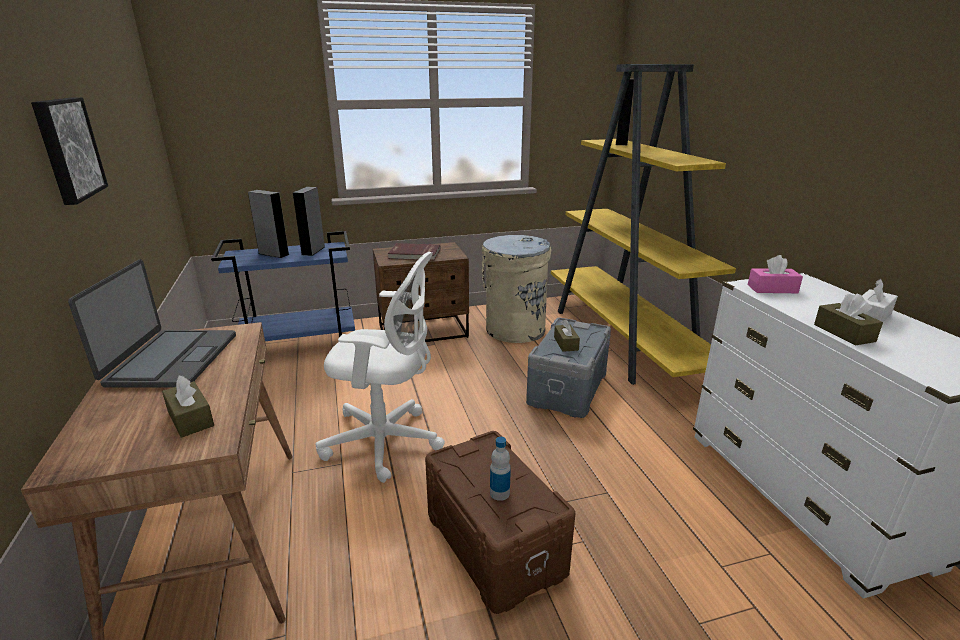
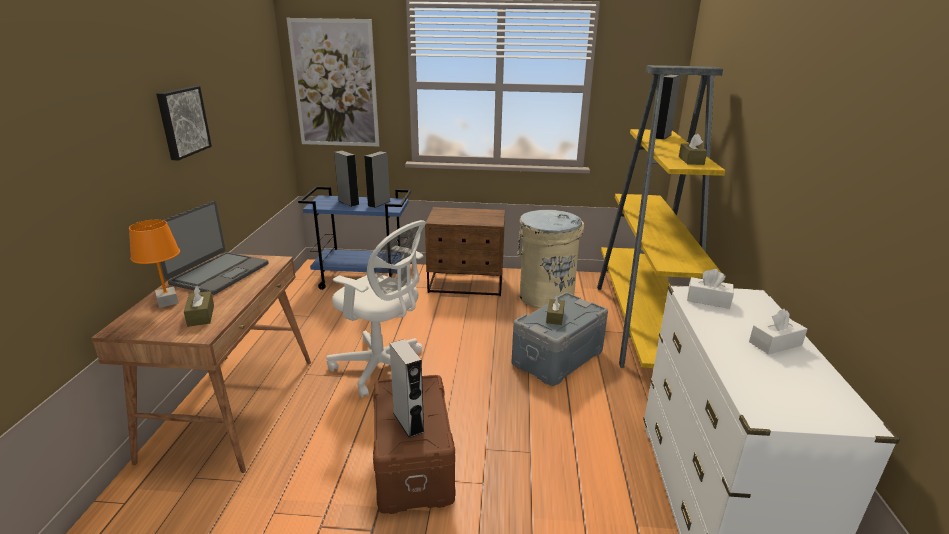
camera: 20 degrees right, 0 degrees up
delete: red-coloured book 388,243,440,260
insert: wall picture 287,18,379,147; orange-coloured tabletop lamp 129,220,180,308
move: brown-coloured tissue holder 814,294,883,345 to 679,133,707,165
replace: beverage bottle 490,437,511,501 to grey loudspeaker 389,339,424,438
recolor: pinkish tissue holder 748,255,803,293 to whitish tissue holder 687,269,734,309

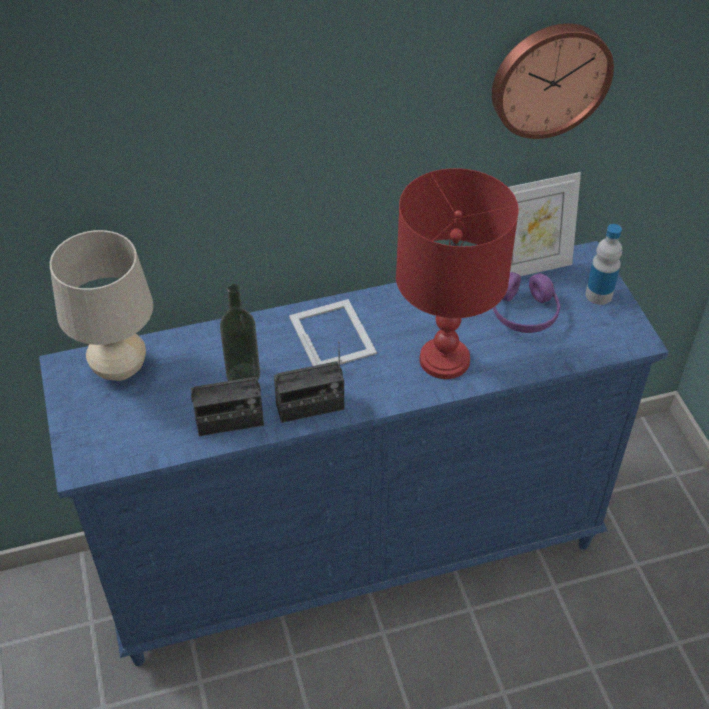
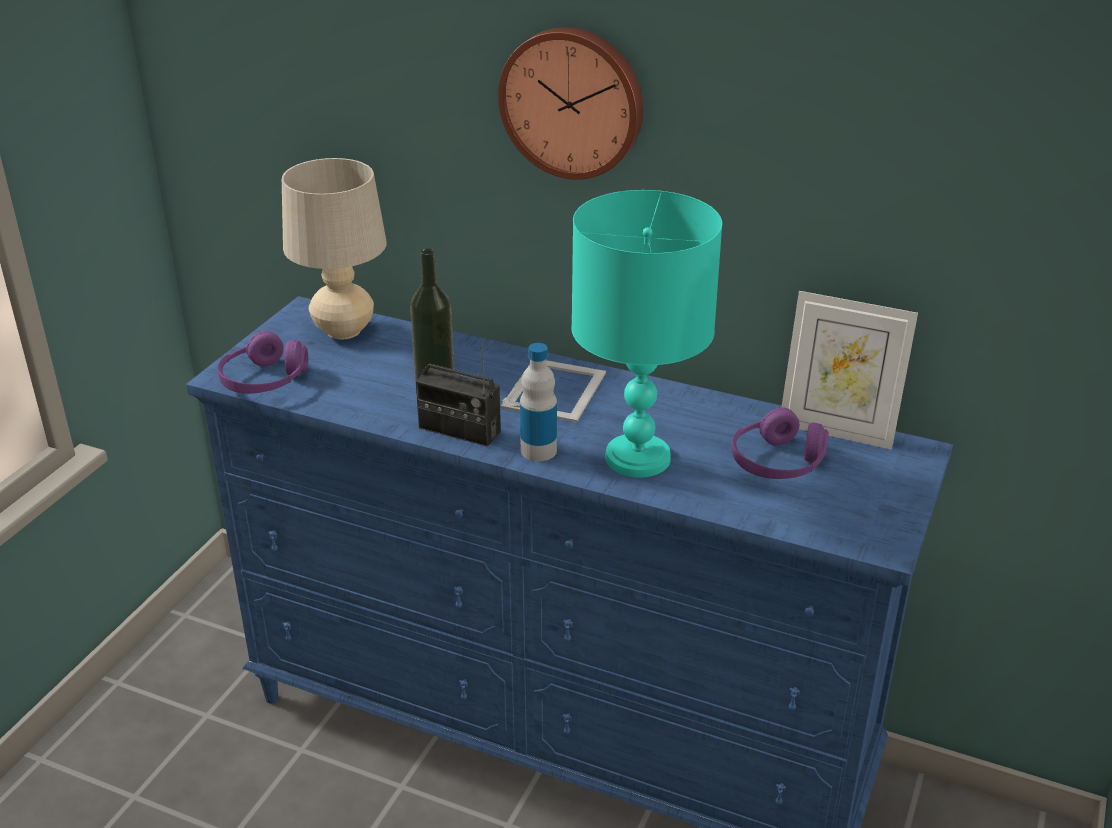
camera: 40 degrees right, 15 degrees down
delete: radio receiver 191,358,264,436
insert: purple headset 218,331,308,394
move: wall clock 492,23,614,139 to 498,27,643,180; beverage bottle 585,224,622,305 to 520,343,557,461
recolor: red-coloured tabletop lamp 396,168,519,379 to turquoise tabletop lamp 571,190,722,478

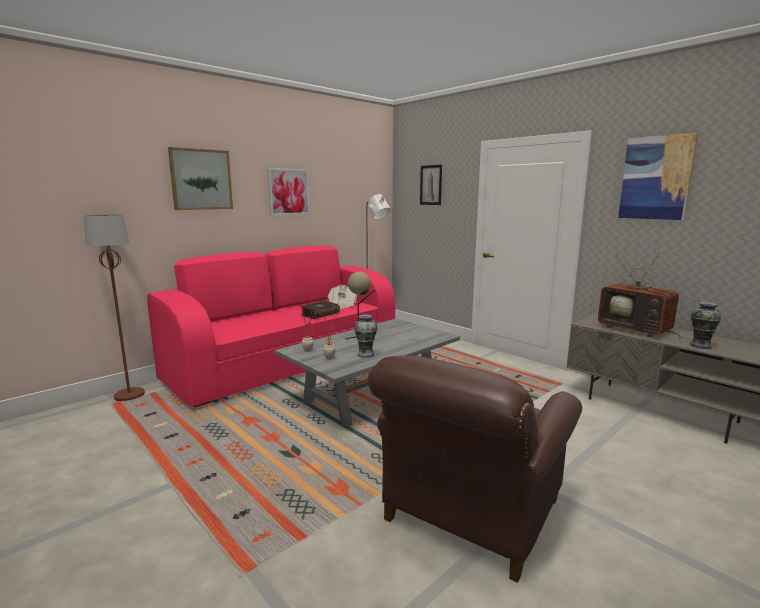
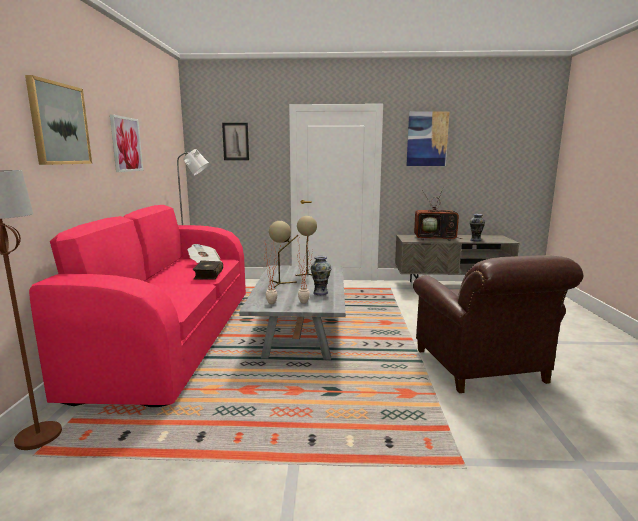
camera: 45 degrees left, 0 degrees up
insert: sand-coloured tabletop lamp 295,216,317,276

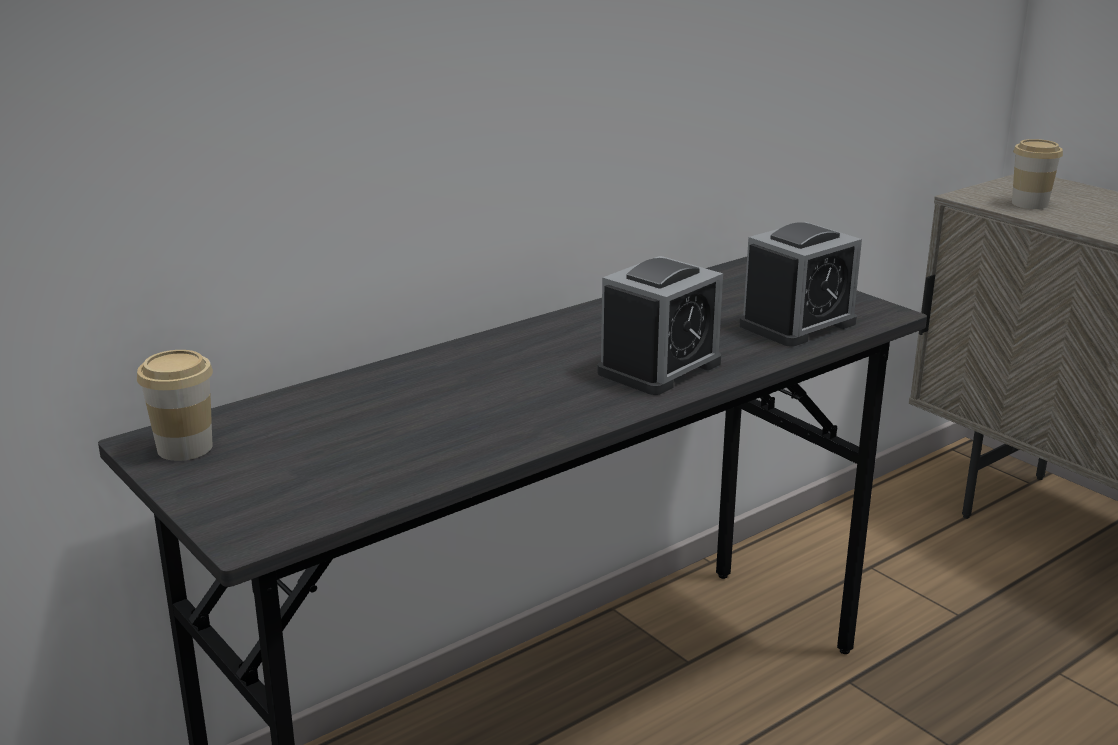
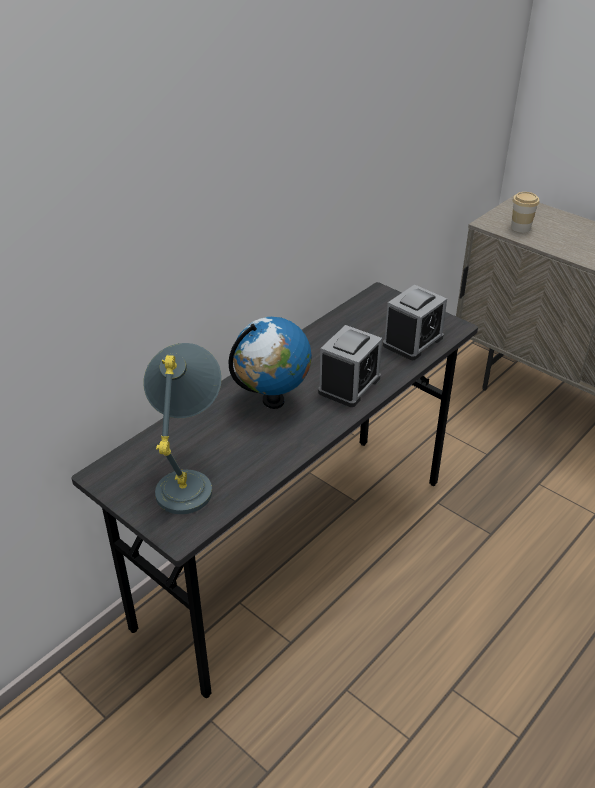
camera: 10 degrees left, 15 degrees up
delete: cup 137,350,213,461
insert: desk globe 229,317,312,409; grey tabletop lamp 143,343,222,514

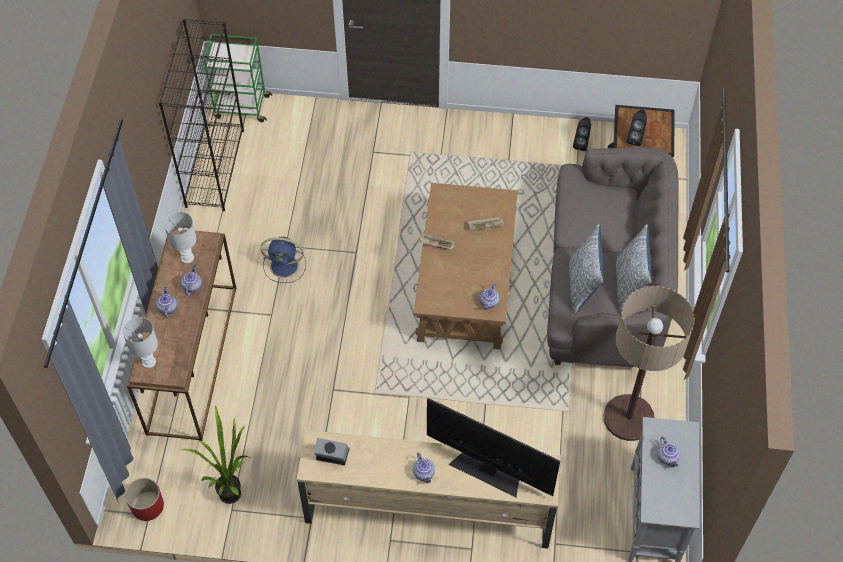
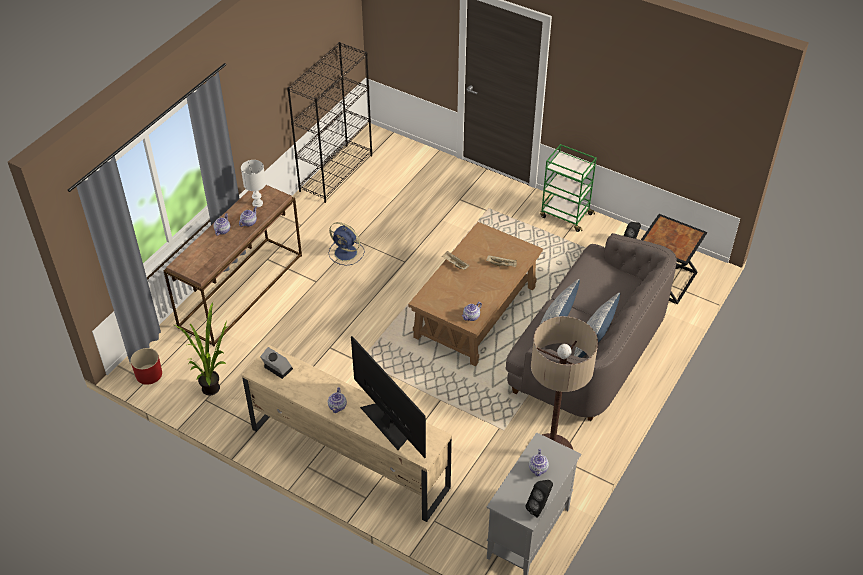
camera: 25 degrees right, 10 degrees down
delete: whitish tabletop lamp 123,317,158,368
move: greenish wheeled cart 204,34,272,122 to 540,144,597,232; black loudspeaker 627,110,647,146 to 525,480,553,518

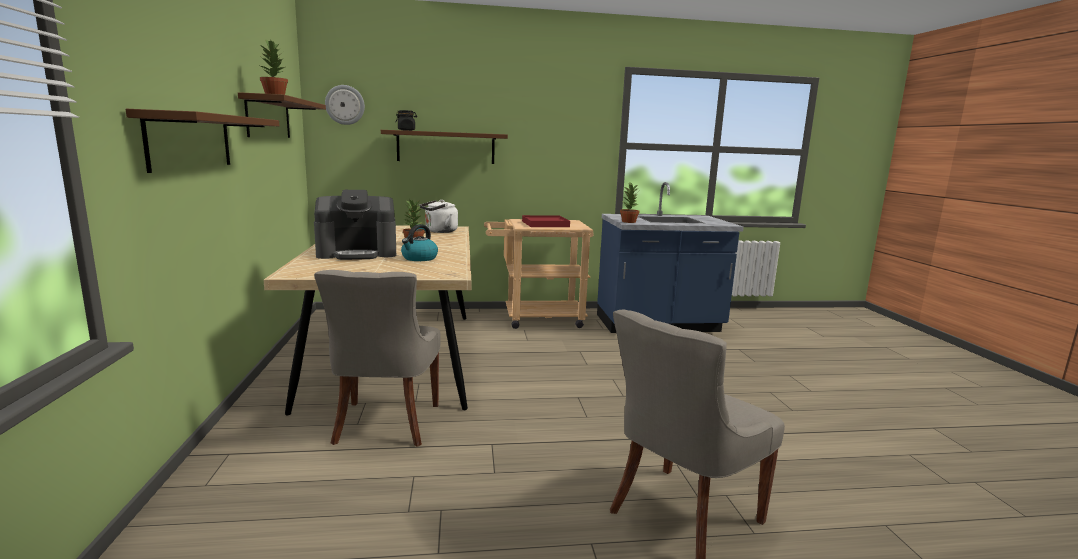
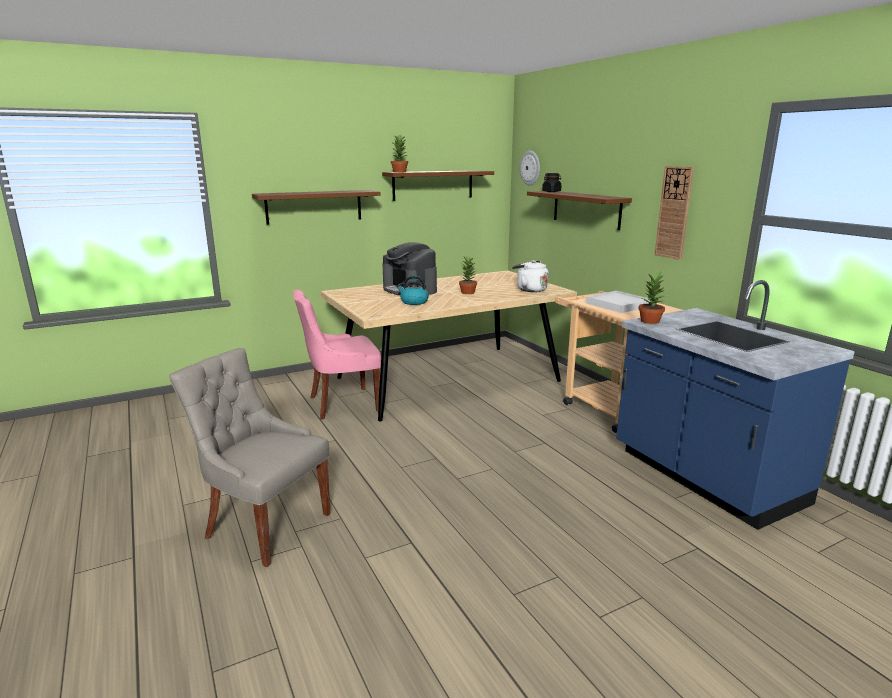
camera: 70 degrees right, 5 degrees up
insert: wall clock 654,166,694,260
recolor: red-coloured carrying tray 522,215,570,227 to whitish carrying tray 586,291,651,313; grey upright chair 314,270,441,447 to pinkish upright chair 293,290,381,420

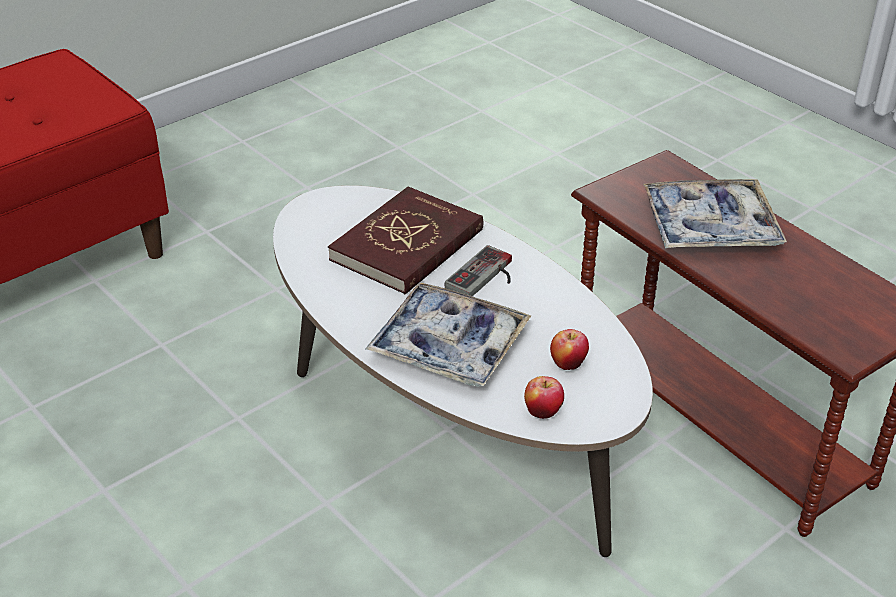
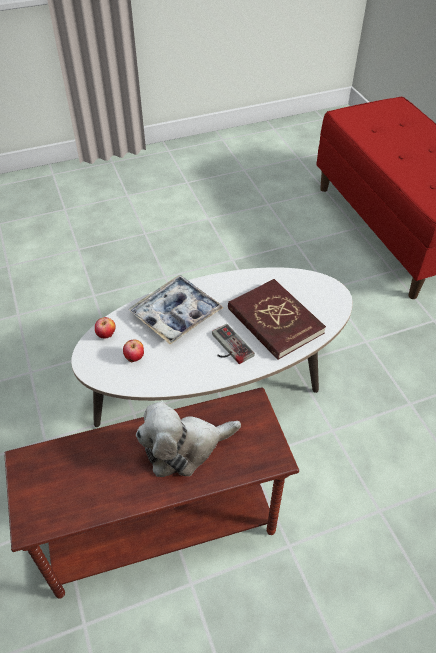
camera: 110 degrees right, 10 degrees up
replace: carrying tray 643,179,787,249 to soft toy 136,401,241,477

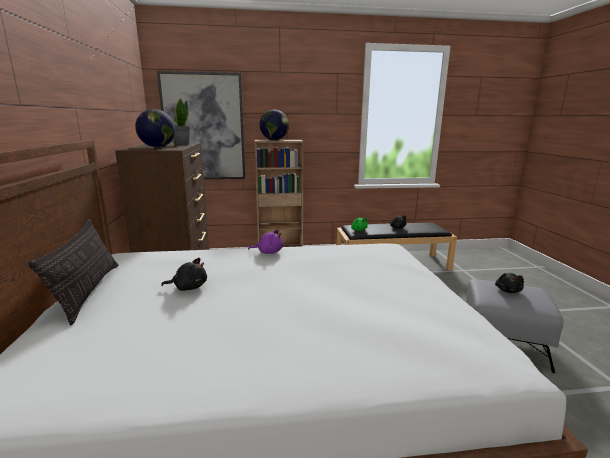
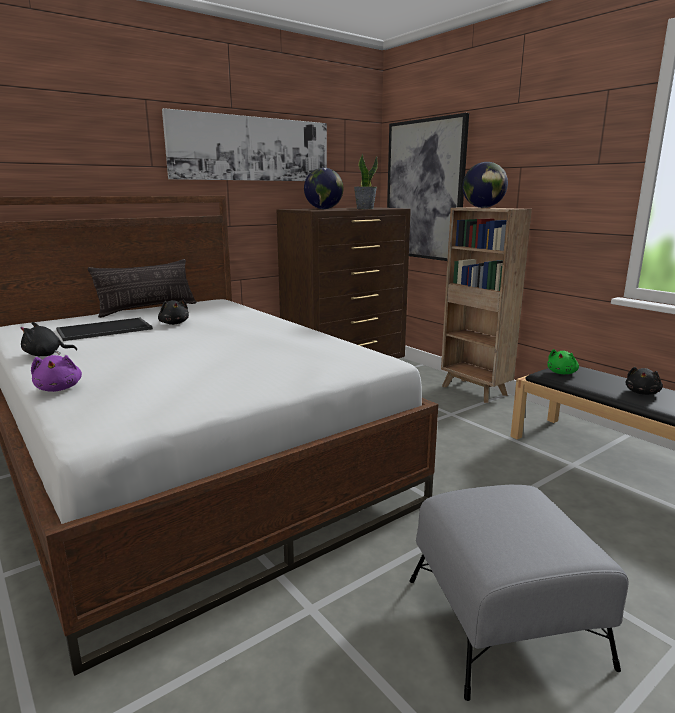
camera: 60 degrees right, 0 degrees up
insert: wall picture 162,108,327,181; carrying tray 56,318,153,341
move: purple soft toy 248,230,283,254 to 31,355,82,392; black soft toy 495,273,524,293 to 20,322,77,356

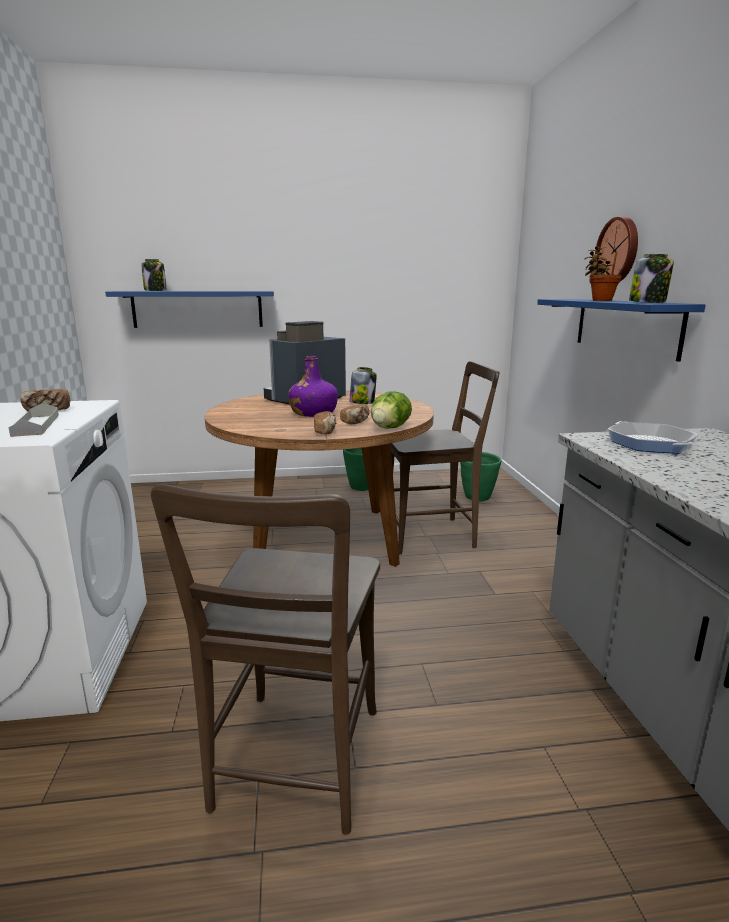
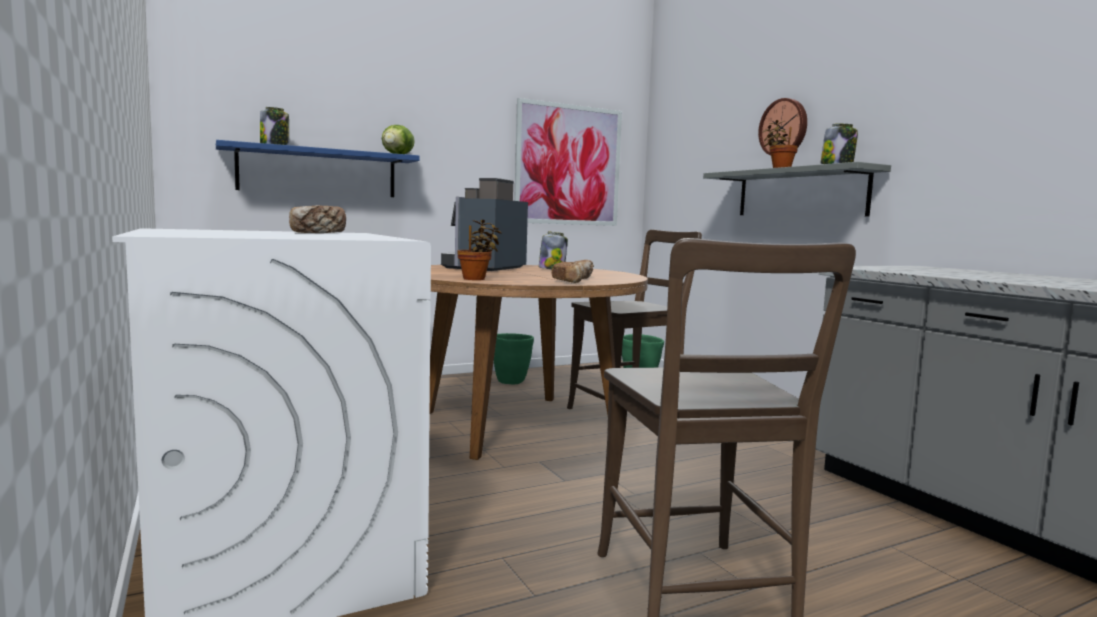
camera: 20 degrees left, 10 degrees down
delete: purple beverage bottle 288,356,338,417; grey carrying tray 9,403,59,437; frying pan 607,421,698,454
insert: wall picture 514,98,622,226; potted plant 457,220,502,280
move: lettuce head 371,391,412,429 to 382,125,415,154
recolor: bluish wall shelf 537,299,706,362 to grey wall shelf 703,162,891,216

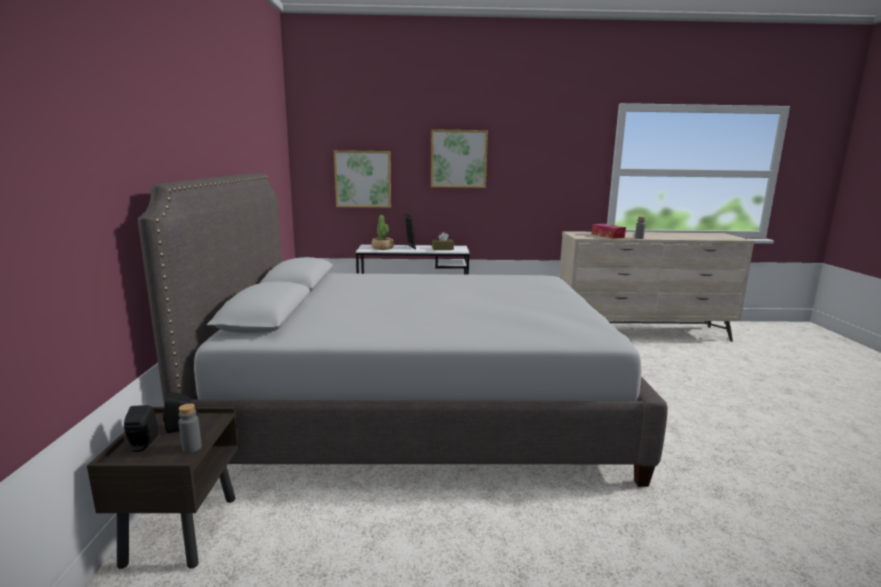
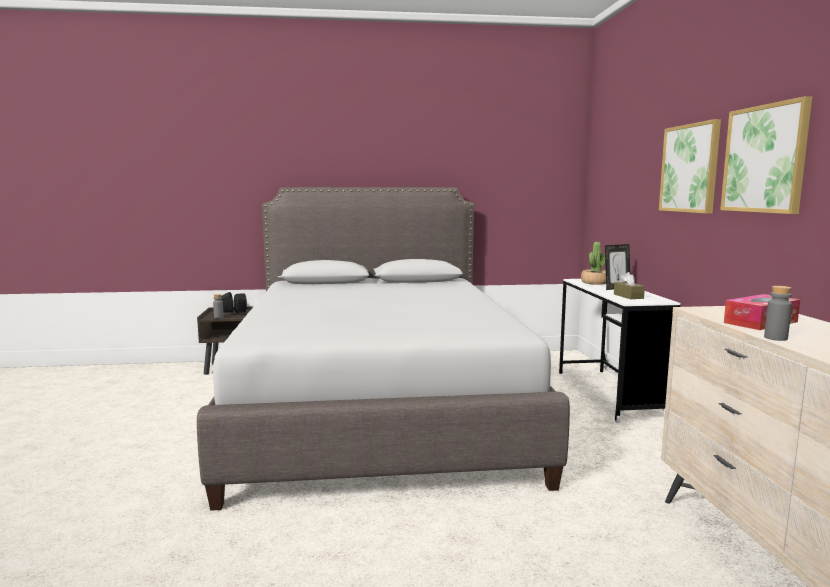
camera: 85 degrees right, 5 degrees down
move: wall picture 334,150,391,208 to 720,96,812,214

